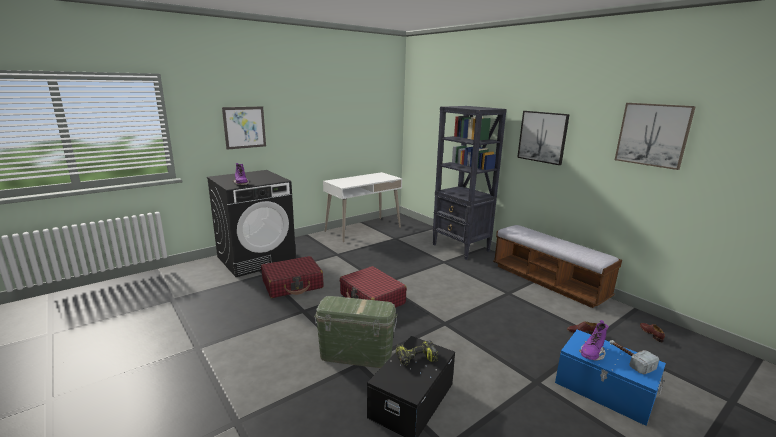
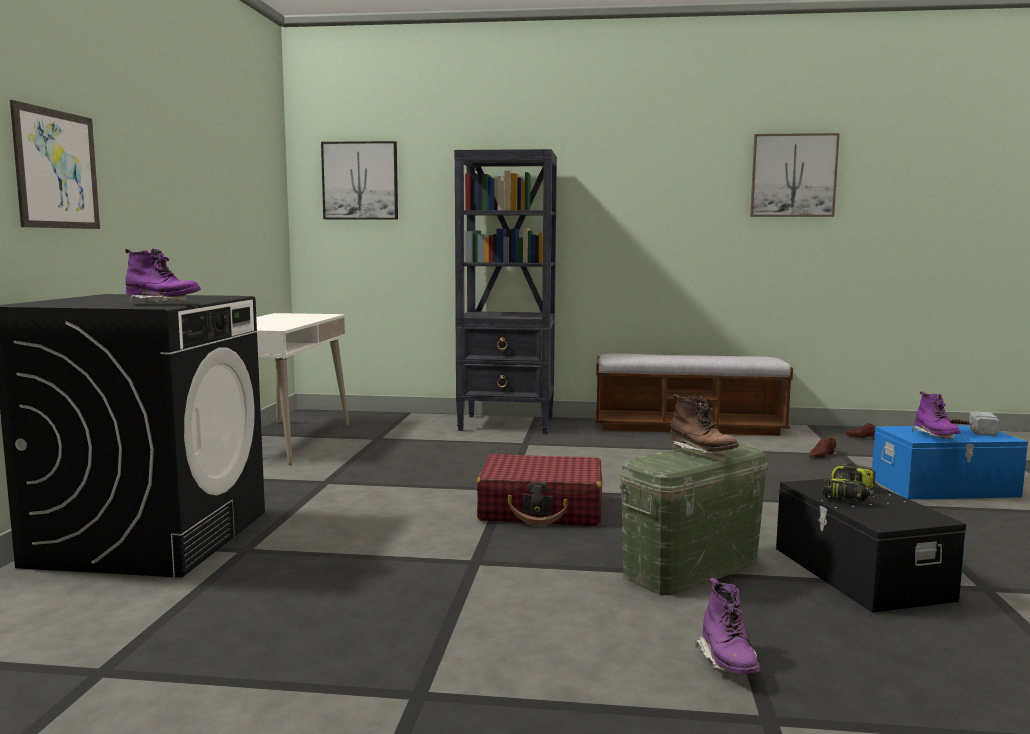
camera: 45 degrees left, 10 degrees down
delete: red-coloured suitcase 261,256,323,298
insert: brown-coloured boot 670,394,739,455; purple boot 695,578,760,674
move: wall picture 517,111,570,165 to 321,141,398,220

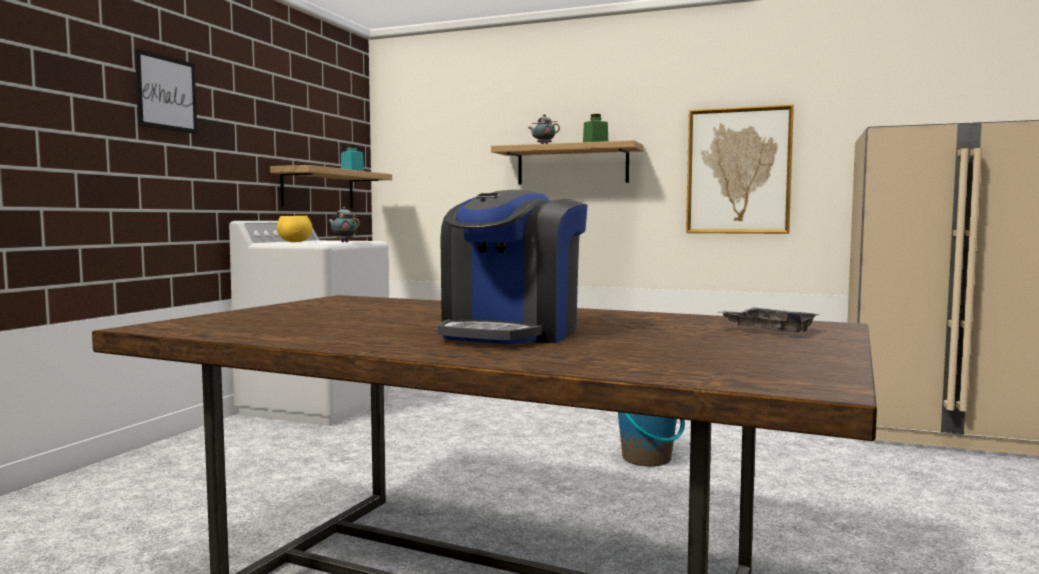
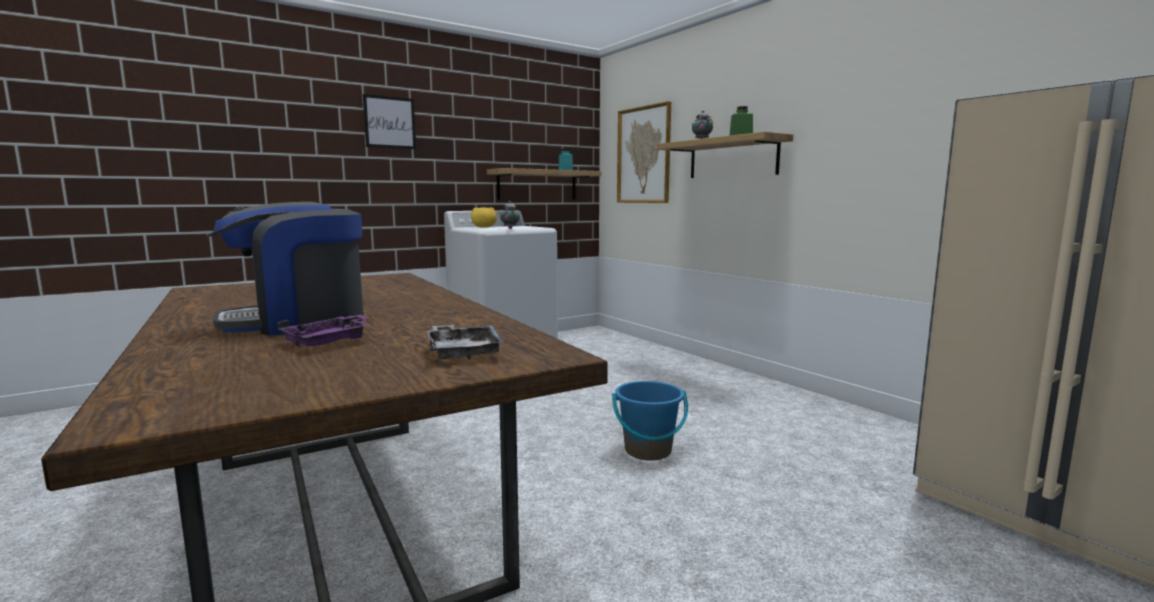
camera: 35 degrees right, 5 degrees up
insert: purple carrying tray 277,315,371,346
move: wall picture 686,104,794,234 to 617,101,671,203

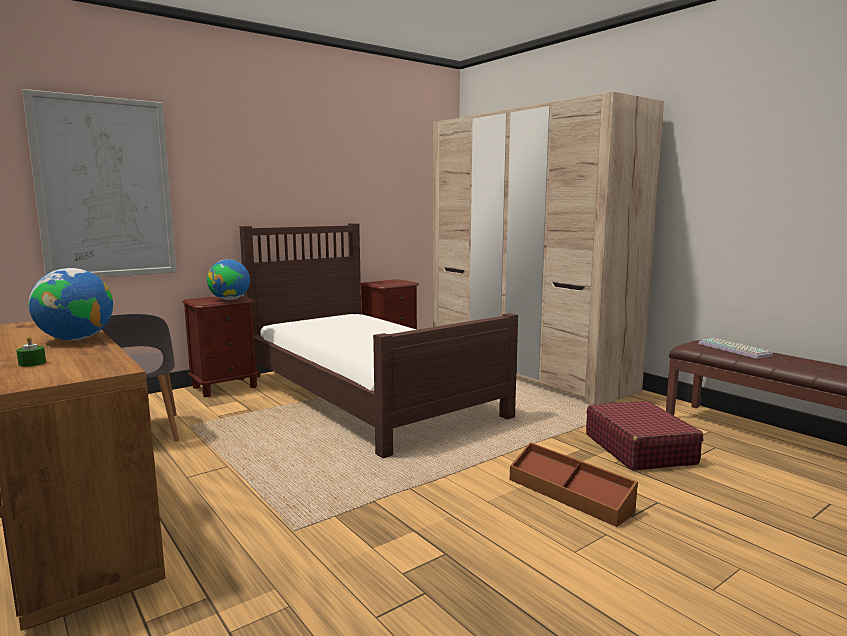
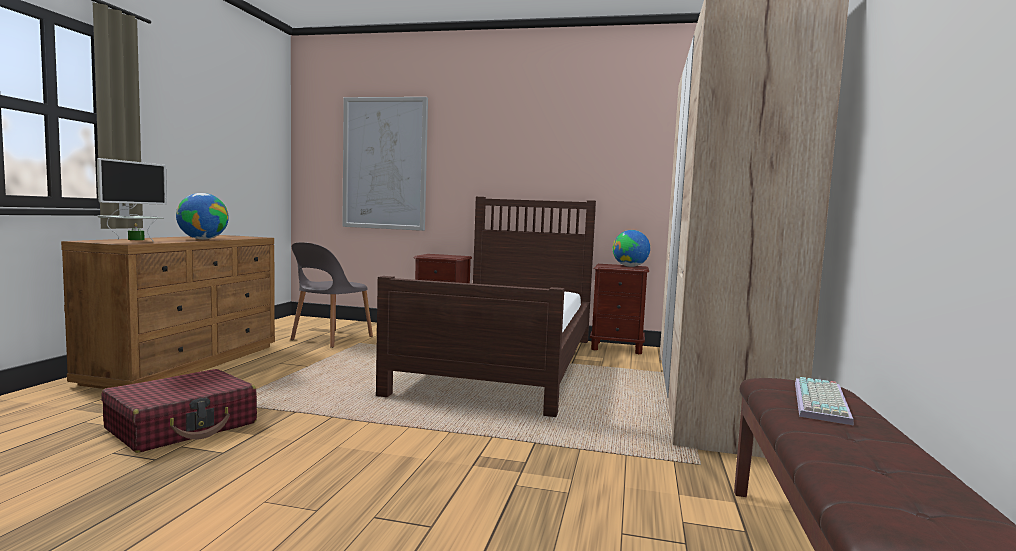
camera: 50 degrees right, 5 degrees down
delete: brown-coloured storage bin 510,442,638,527
insert: computer screen 97,158,167,241
move: desk globe 207,259,250,300 to 613,230,650,267; red-coloured suitcase 586,401,703,471 to 101,369,257,453

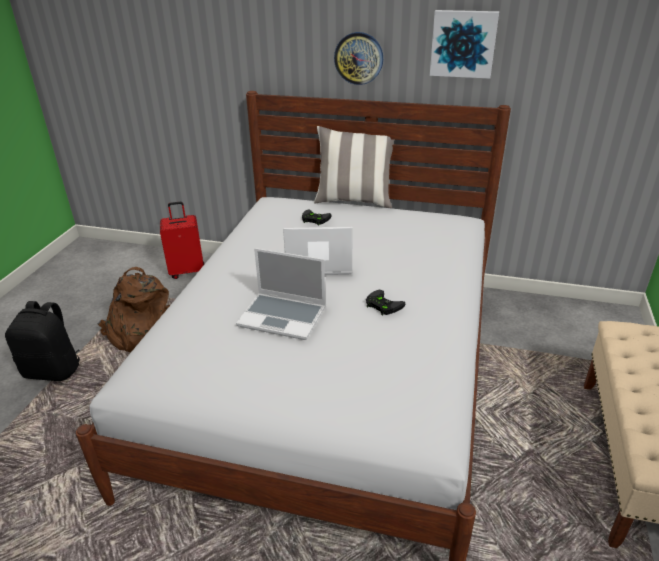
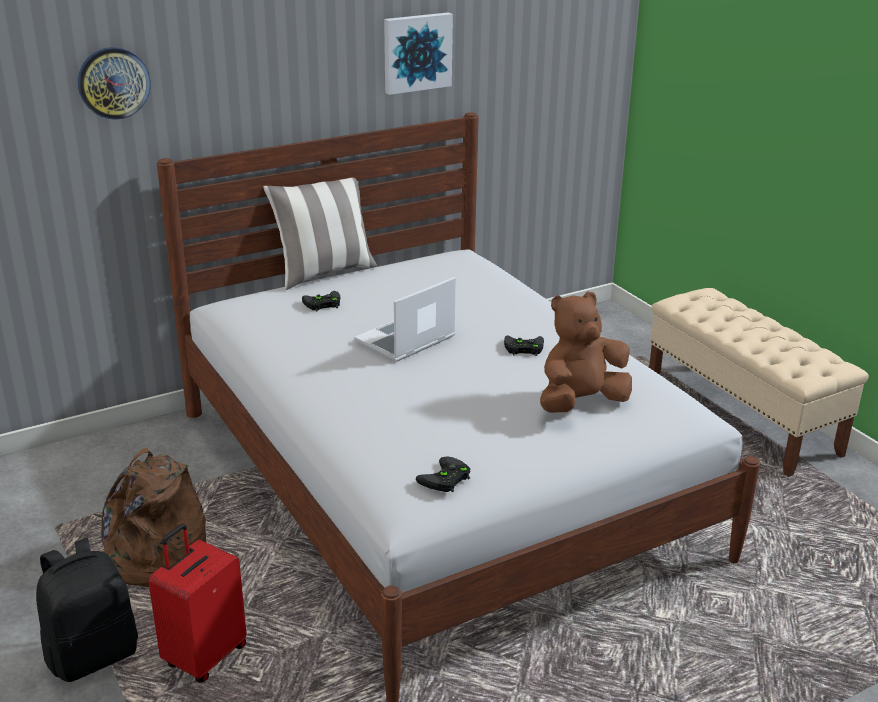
camera: 45 degrees left, 5 degrees down
delete: notebook computer 236,248,326,340
insert: brown-coloured soft toy 540,291,632,413; black gamepad 416,456,470,492
move: wall clock 334,32,383,85 to 78,47,151,120; red-coloured suitcase 160,202,204,279 to 148,524,247,683

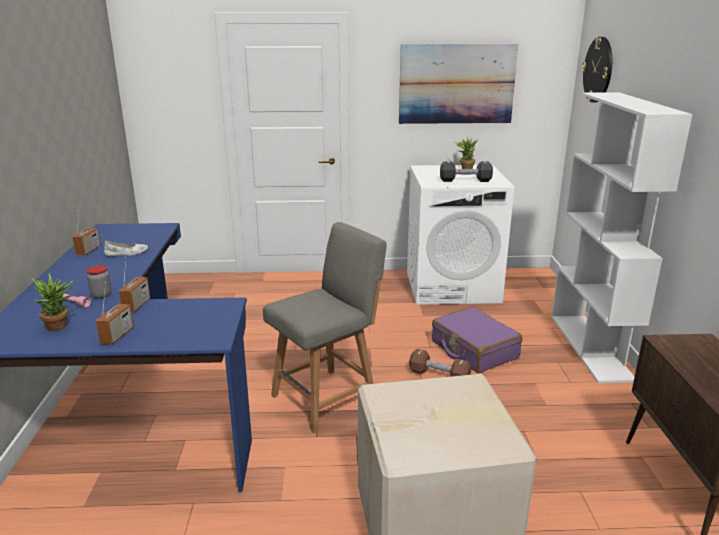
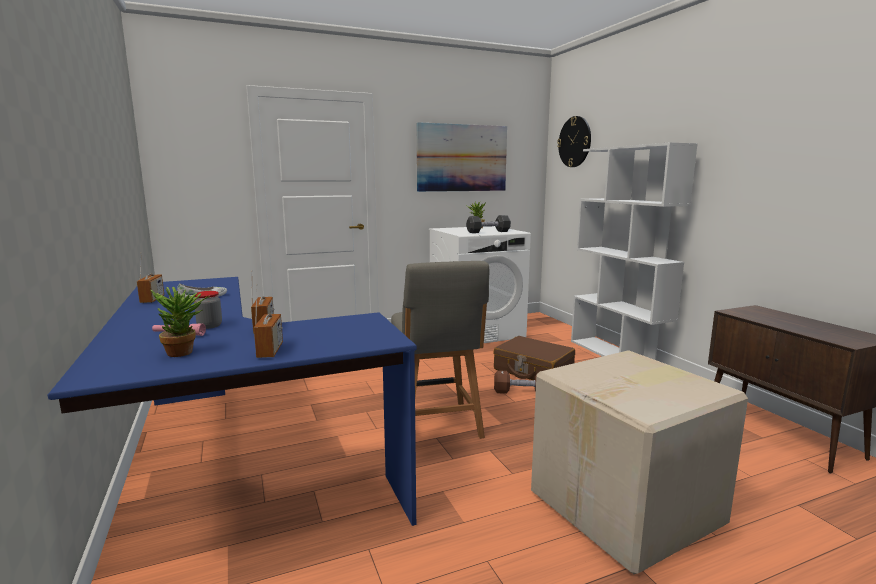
camera: 20 degrees left, 10 degrees down
recolor: purple suitcase 432,307,522,373 to brown-coloured suitcase 494,336,575,380
rotate: grey upright chair 263,222,386,433 = 391,261,489,439 135 degrees clockwise

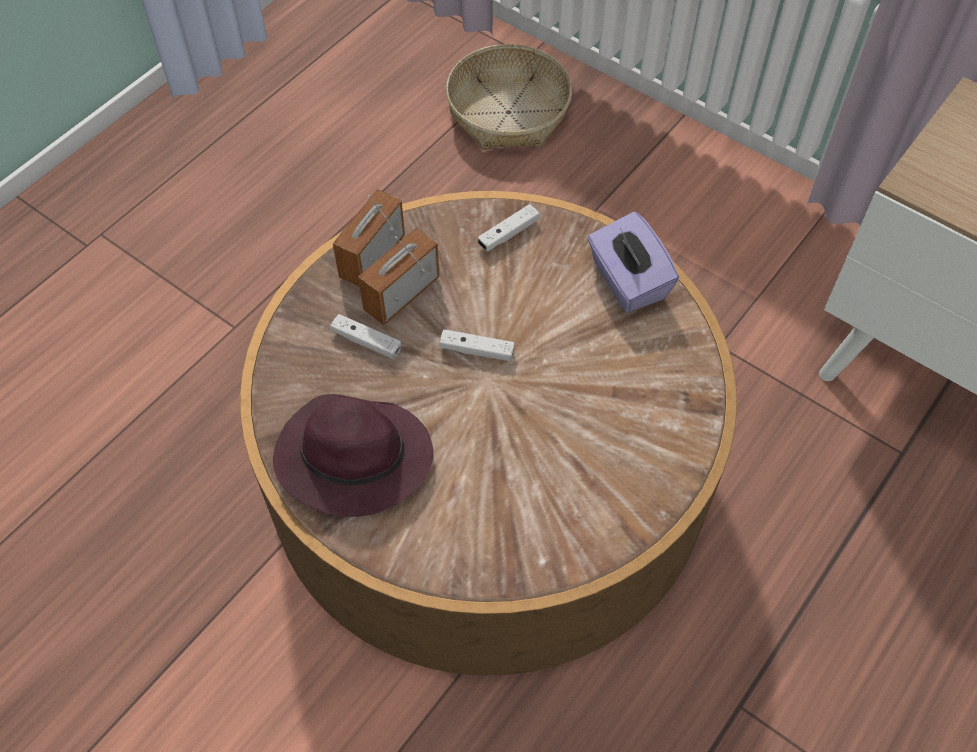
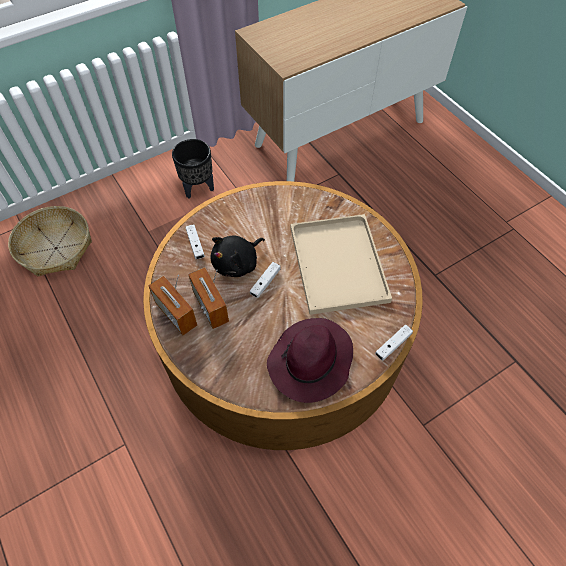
camera: 70 degrees left, 0 degrees up
delete: purple tissue holder 587,212,679,312
insert: black plant pot 172,139,214,198; sand-coloured carrying tray 291,214,392,315; black soft toy 210,236,265,277
move: whitish gamepad 330,314,401,359 to 375,325,413,361

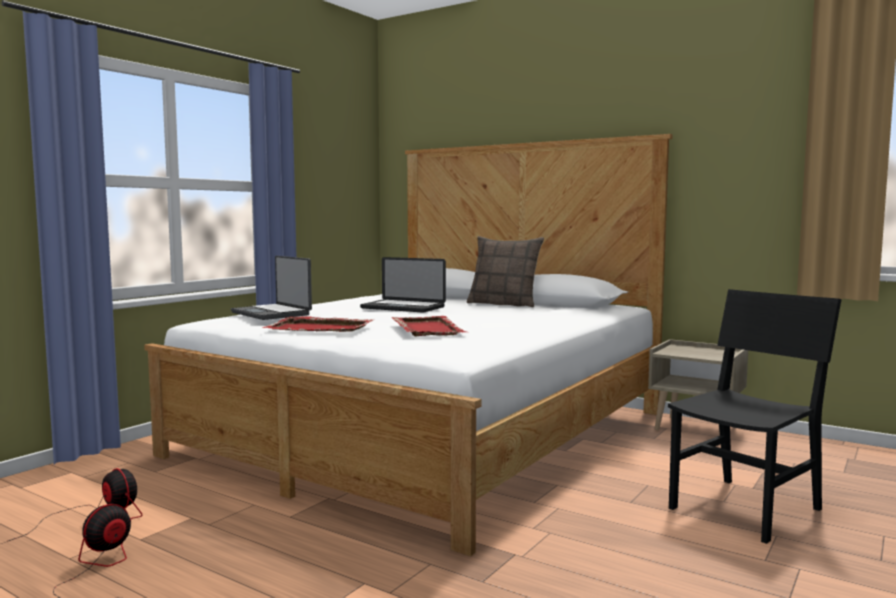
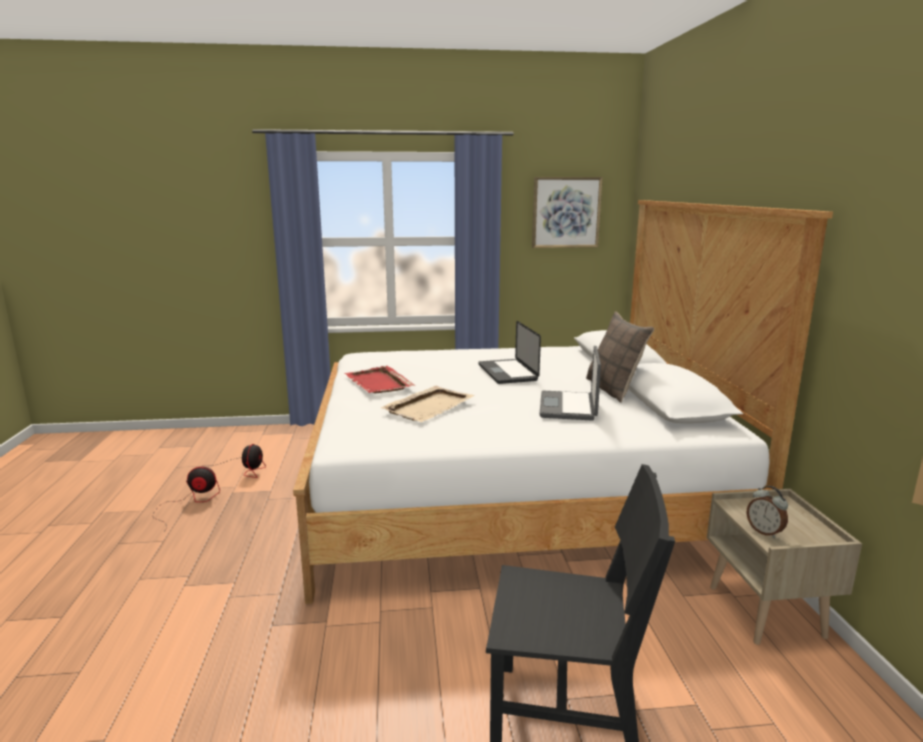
camera: 50 degrees right, 10 degrees up
insert: wall picture 532,177,603,248; table clock 747,486,788,538
move: notebook computer 231,256,312,320 to 539,346,601,420
recolor: red-coloured carrying tray 391,316,467,337 to sand-coloured carrying tray 380,386,474,422

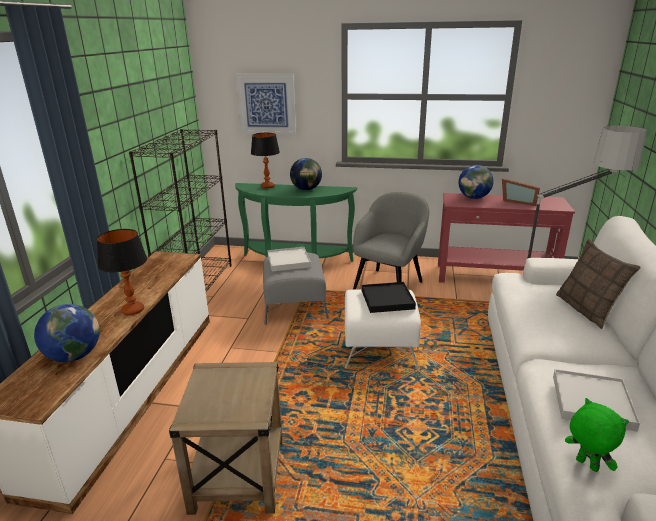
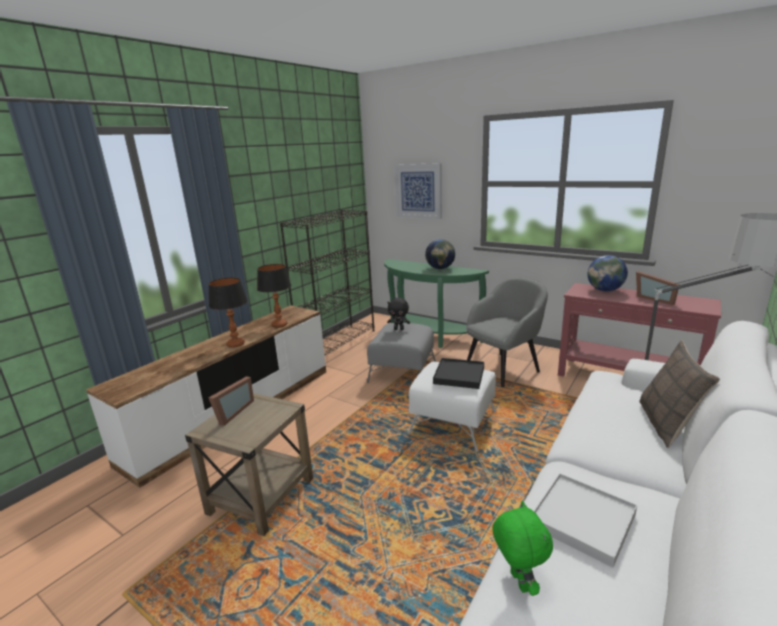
camera: 25 degrees right, 5 degrees down
delete: desk globe 34,304,100,362
insert: photo frame 209,377,254,426
move: tabletop lamp 251,133,280,189 to 257,264,291,328
replace: whitish carrying tray 267,247,311,271 to black soft toy 387,298,410,330

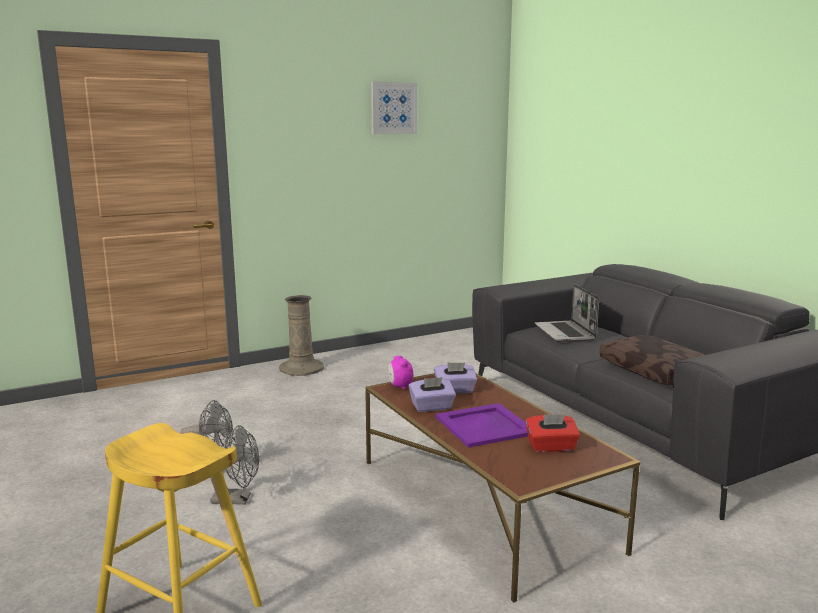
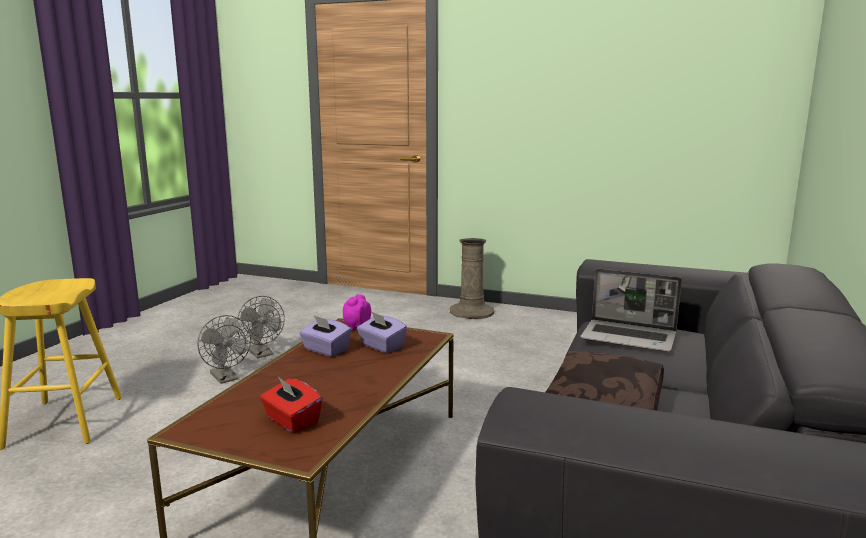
camera: 50 degrees right, 0 degrees up
delete: wall picture 371,82,417,134; purple carrying tray 435,403,528,448
rotate: notebook computer 534,284,599,342 = 580,268,682,352 105 degrees counterclockwise

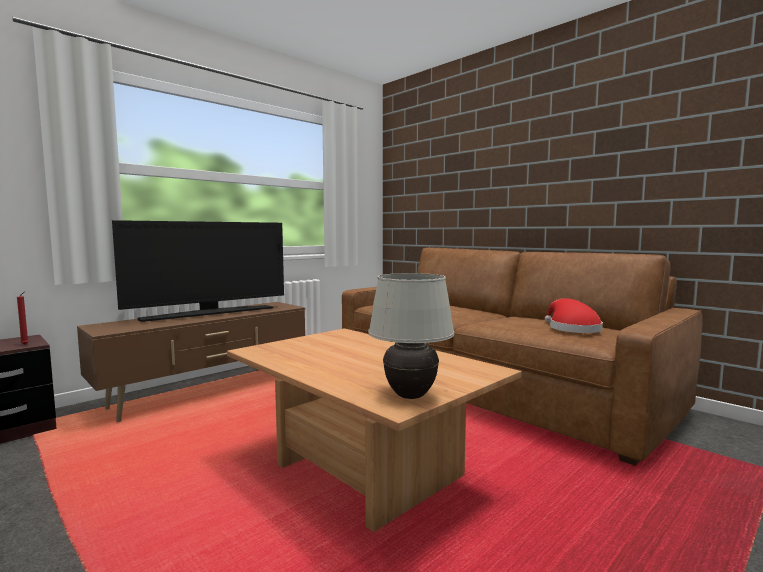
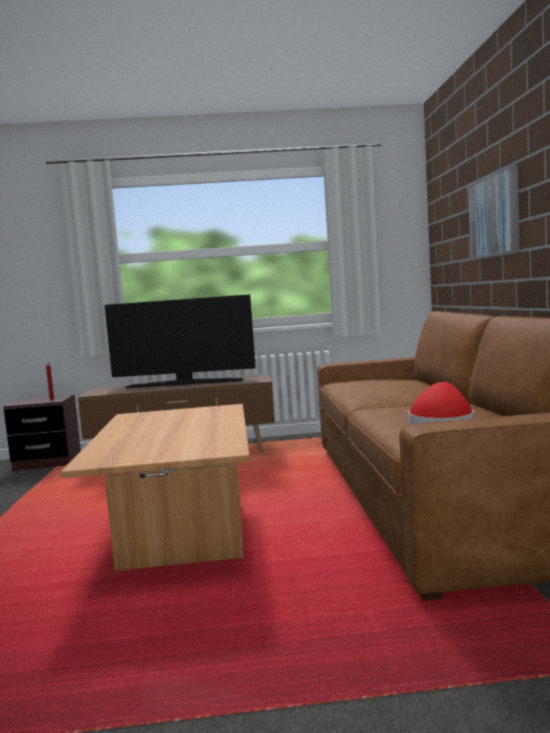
camera: 40 degrees right, 0 degrees up
delete: whitish tabletop lamp 368,273,454,399
insert: wall picture 468,165,519,259

